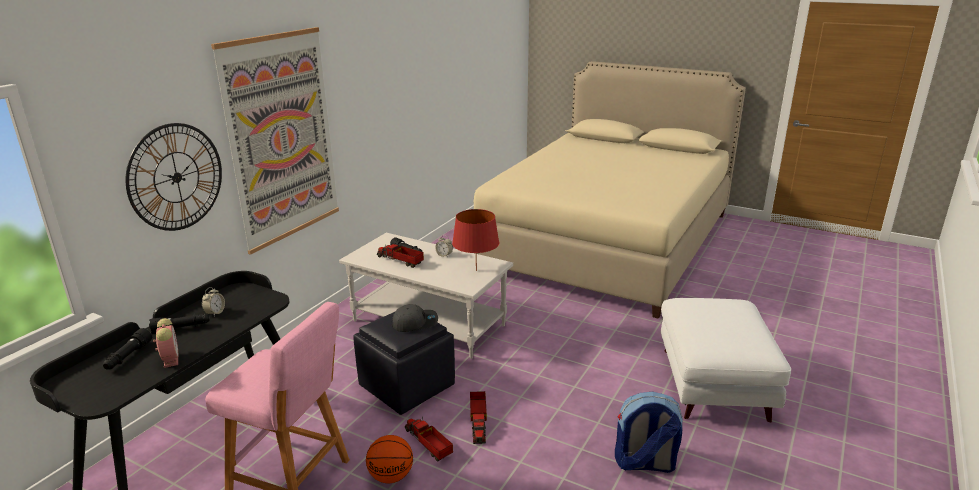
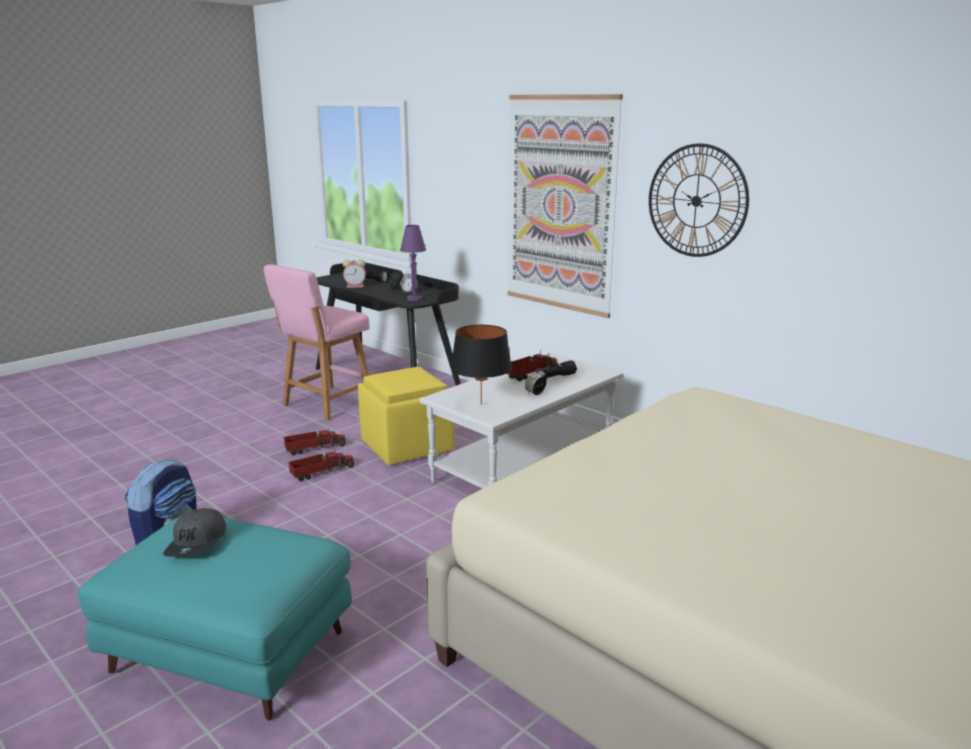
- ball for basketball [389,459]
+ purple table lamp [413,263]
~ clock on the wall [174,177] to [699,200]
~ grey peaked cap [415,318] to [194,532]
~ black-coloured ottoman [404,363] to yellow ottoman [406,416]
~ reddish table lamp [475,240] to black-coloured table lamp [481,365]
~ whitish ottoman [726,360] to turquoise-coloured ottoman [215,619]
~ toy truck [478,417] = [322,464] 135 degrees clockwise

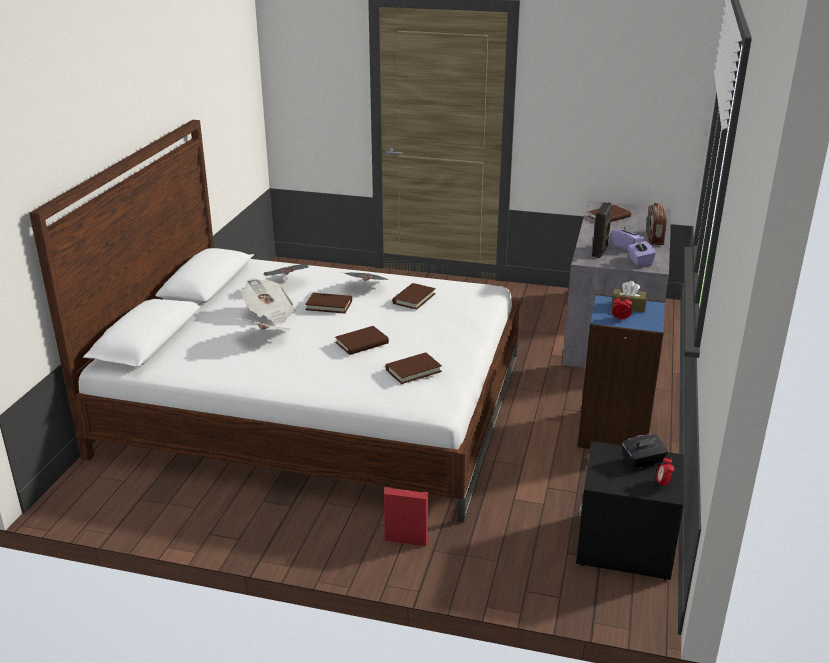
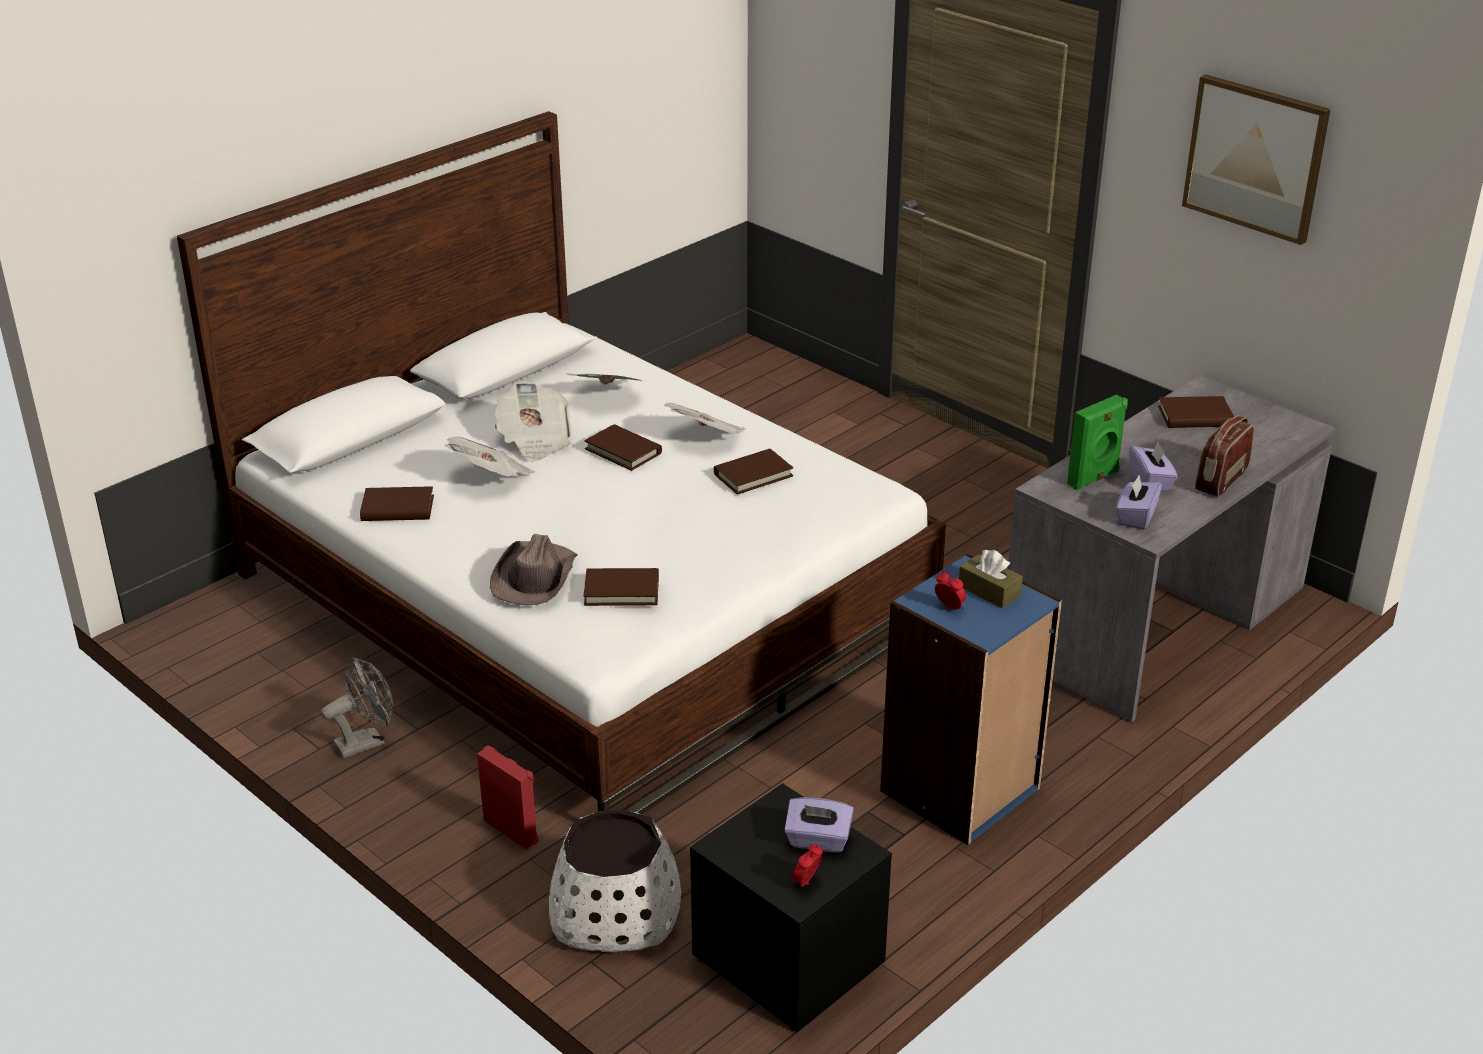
+ grey cooling fan [357,707]
+ brown-coloured wearable hat [533,570]
+ whitish planter [615,881]
+ wall art [1256,159]
~ brown-coloured bound book [362,340] to [397,503]
~ black-coloured speaker [602,230] to green speaker [1097,442]
~ black-coloured box of tissues [645,451] to purple box of tissues [819,825]

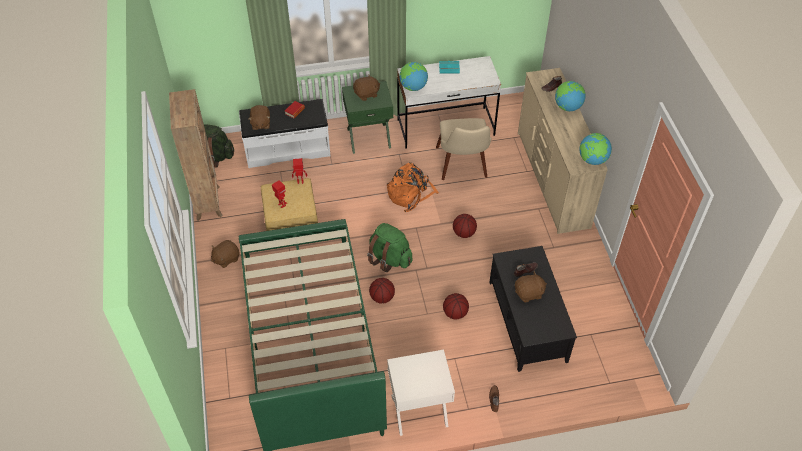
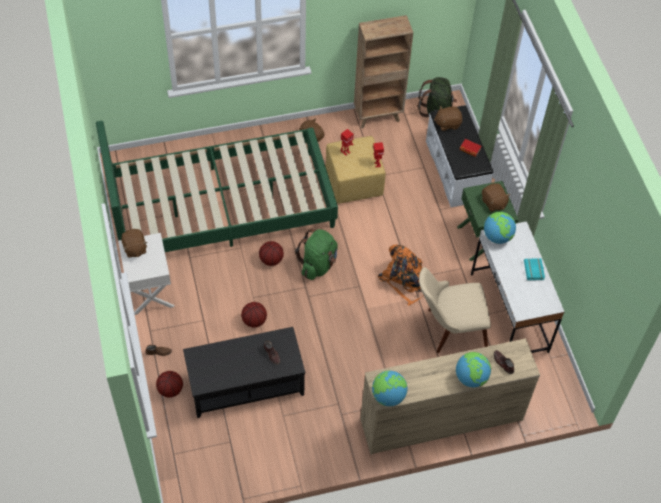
~ ball for basketball [465,226] to [169,384]
~ brown-coloured plush toy [531,286] to [134,243]

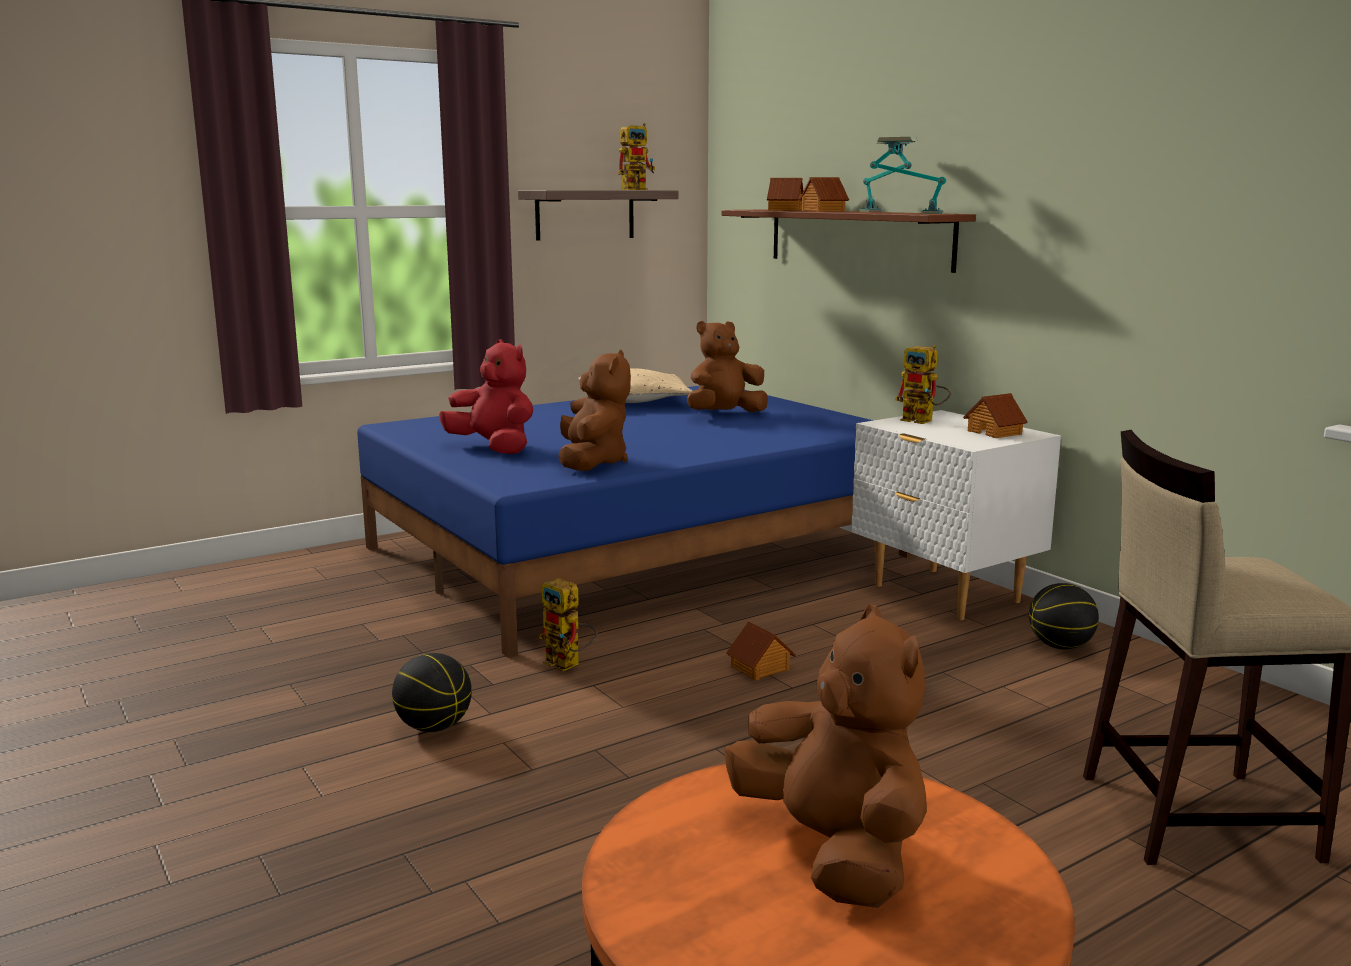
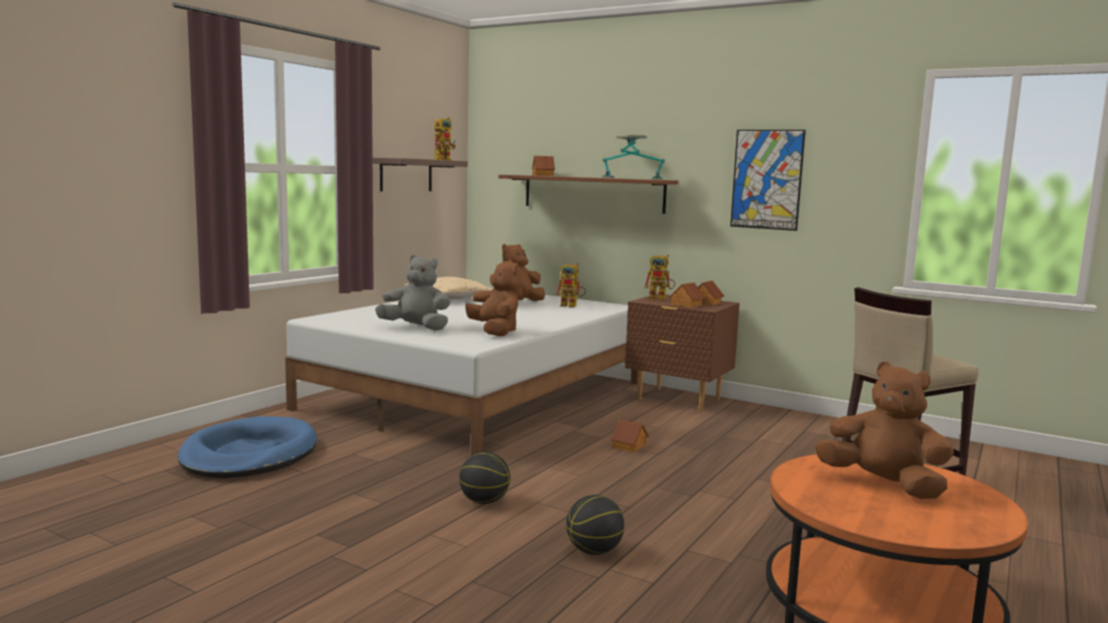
+ blue-coloured dog cushion [247,447]
+ wall art [768,180]
~ toy robot [568,624] to [571,285]
~ model house [824,194] to [687,295]
~ ball for basketball [1064,616] to [595,525]
~ blue-coloured bedroom bed [635,522] to whitish bedroom bed [461,375]
~ reddish plush toy [486,396] to grey plush toy [412,292]
~ whitish nightstand [956,515] to brown-coloured nightstand [682,353]

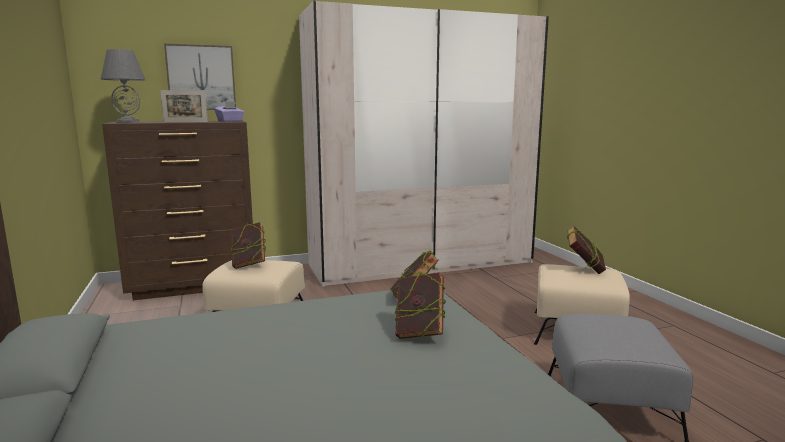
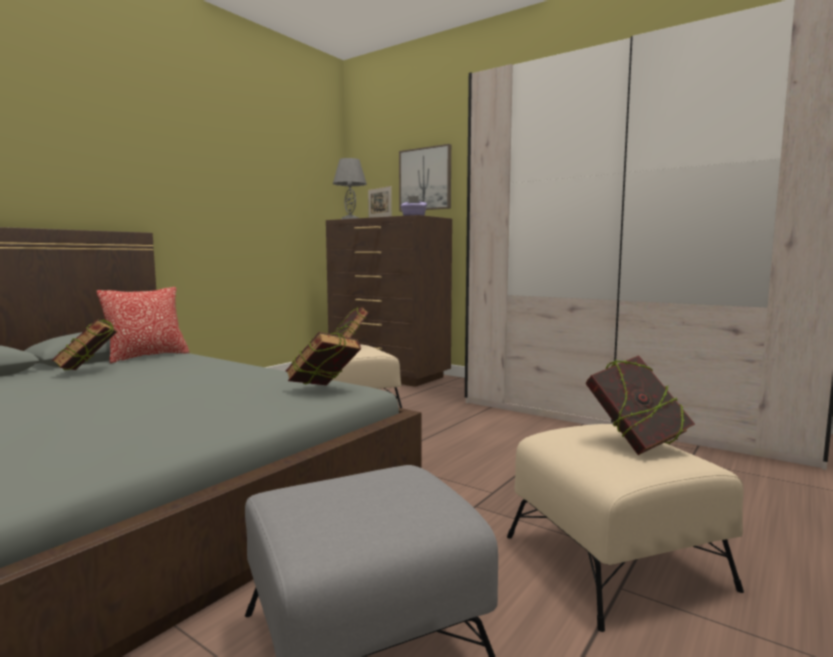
+ throw pillow [143,325]
~ bound book [420,305] to [84,344]

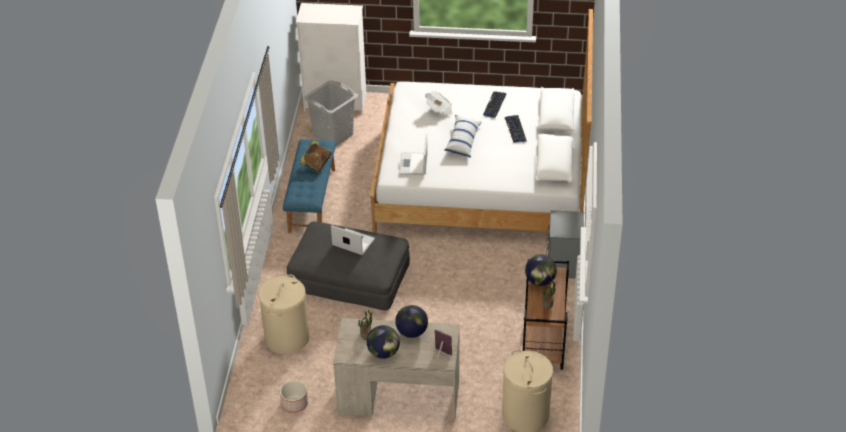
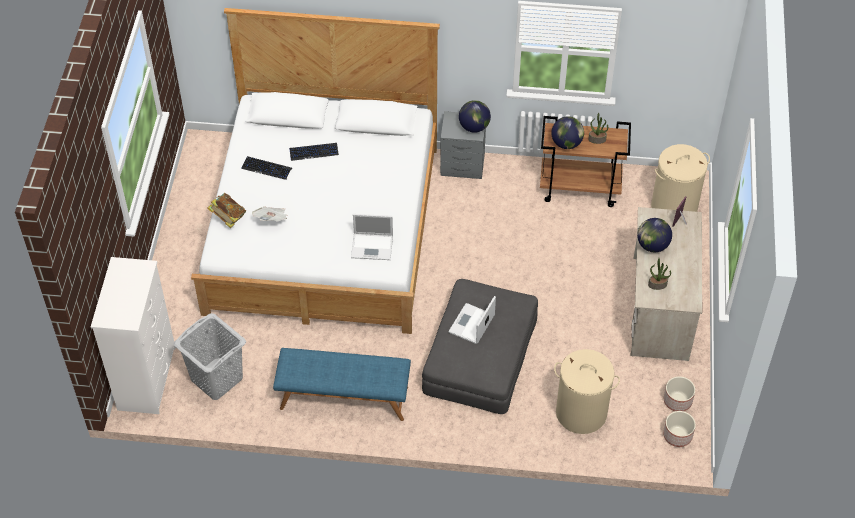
- throw pillow [463,136]
+ planter [679,429]
~ bound book [316,156] to [226,210]
~ world globe [383,342] to [475,116]

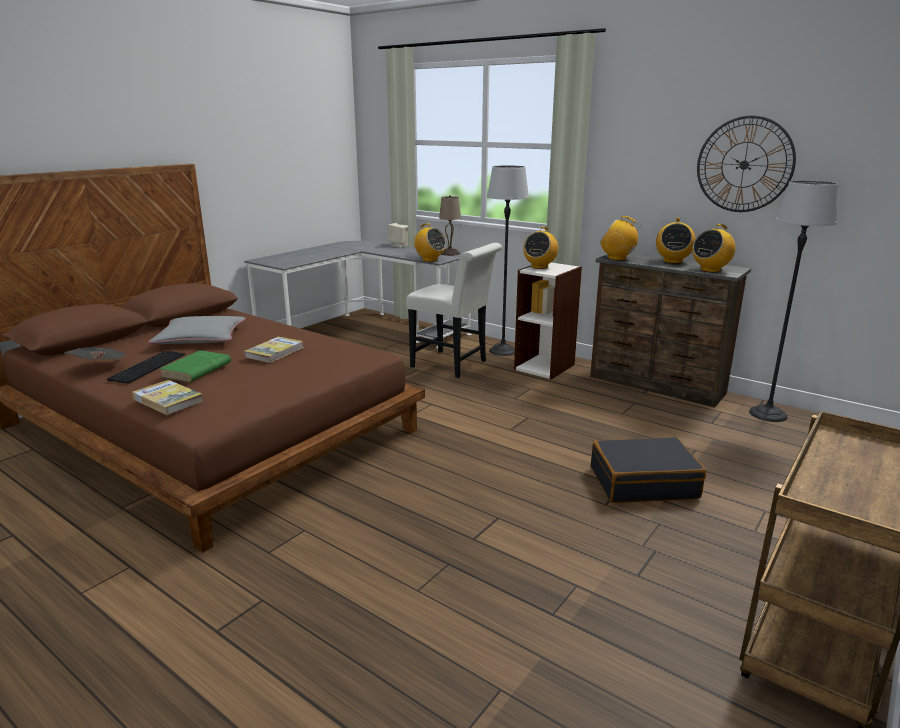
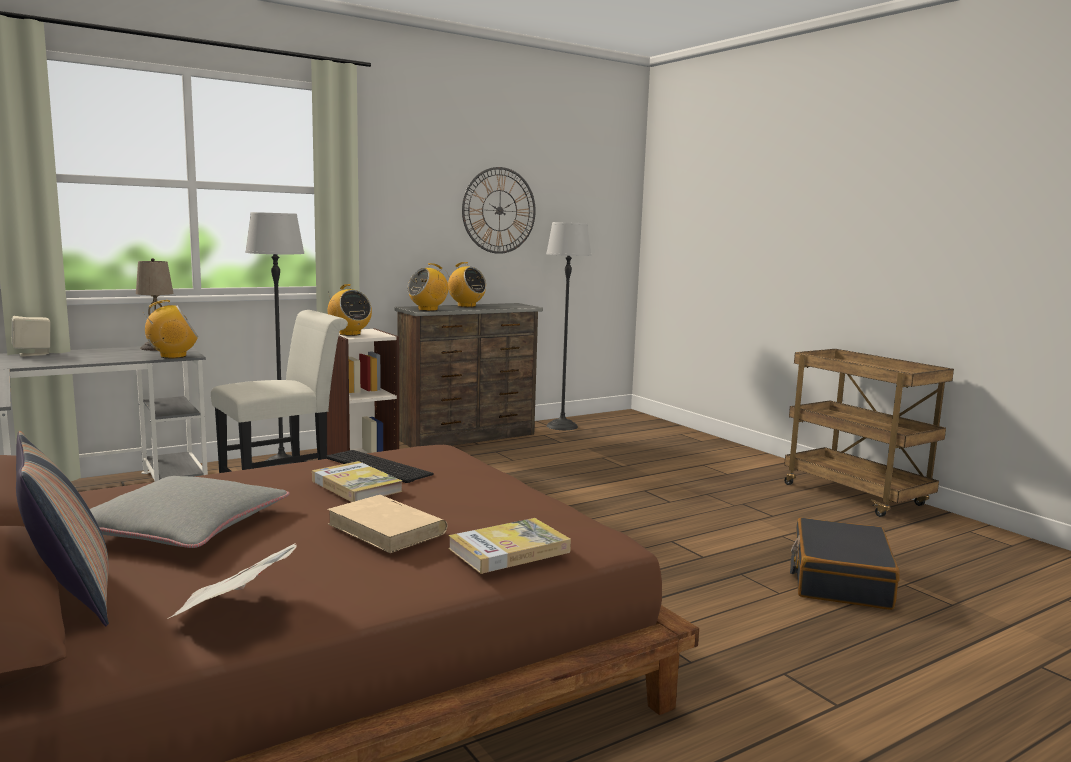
- radio receiver [714,248]
+ throw pillow [62,528]
~ PC keyboard [146,367] to [379,466]
~ black-coloured suitcase [648,470] to [845,564]
~ green bound book [195,366] to beige-coloured bound book [387,524]

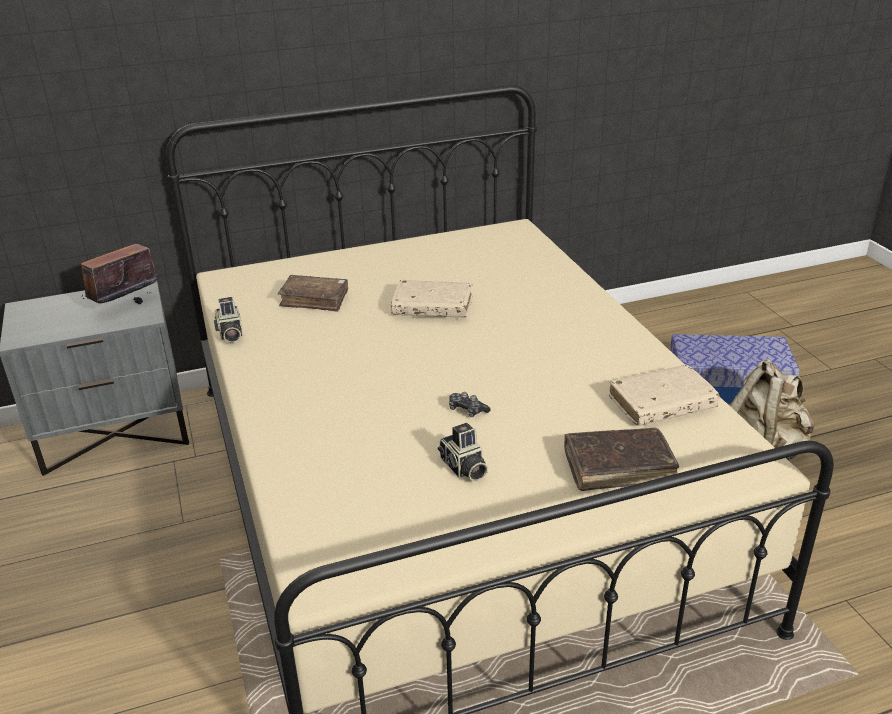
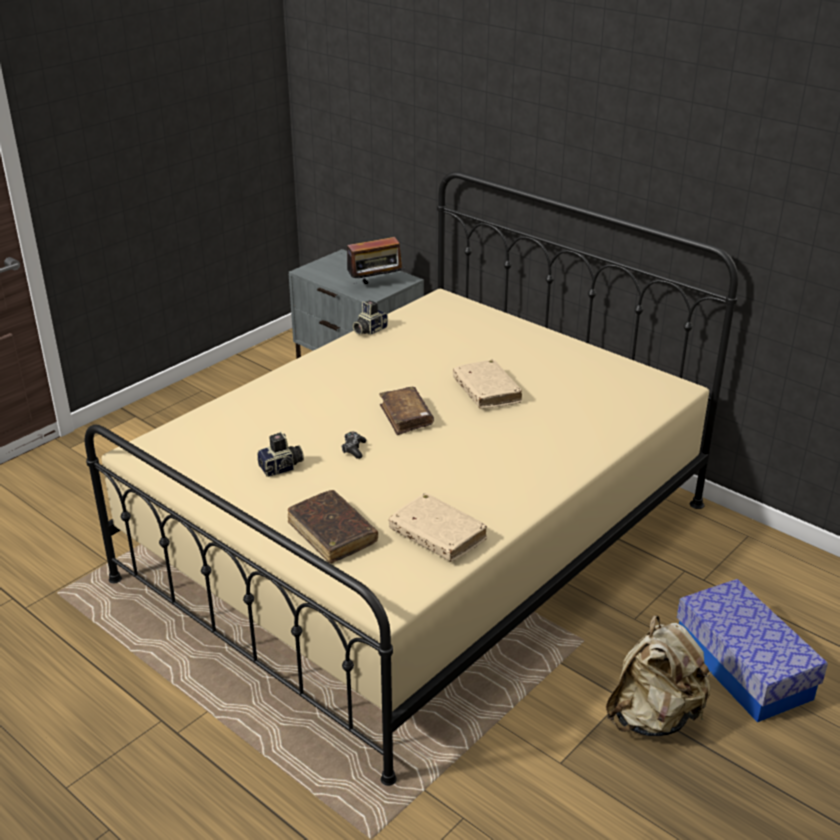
~ brown-coloured bound book [313,293] to [406,411]
~ radio receiver [120,268] = [376,257] 150 degrees clockwise
~ photo camera [463,452] = [280,454] 150 degrees counterclockwise

